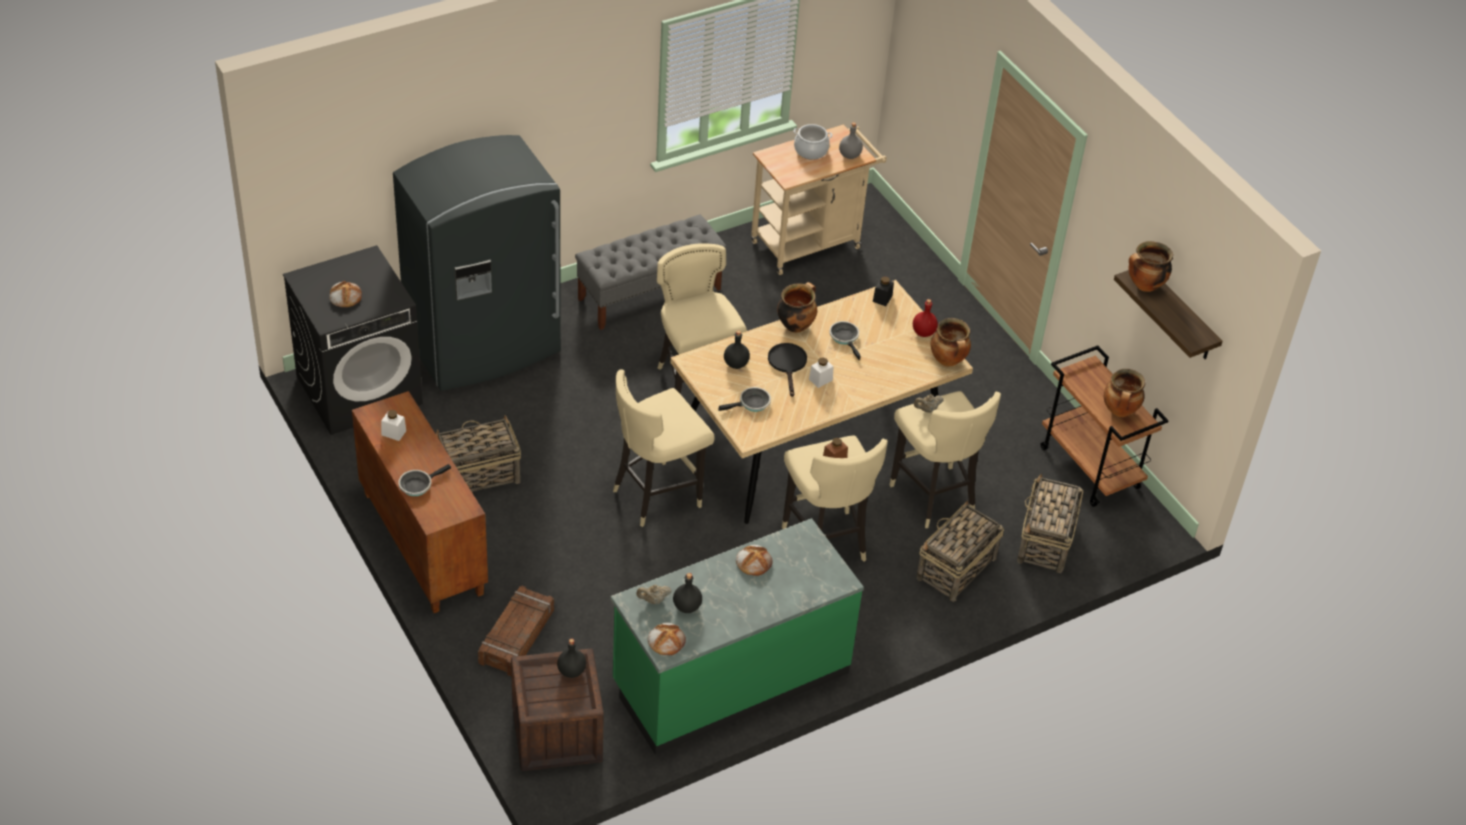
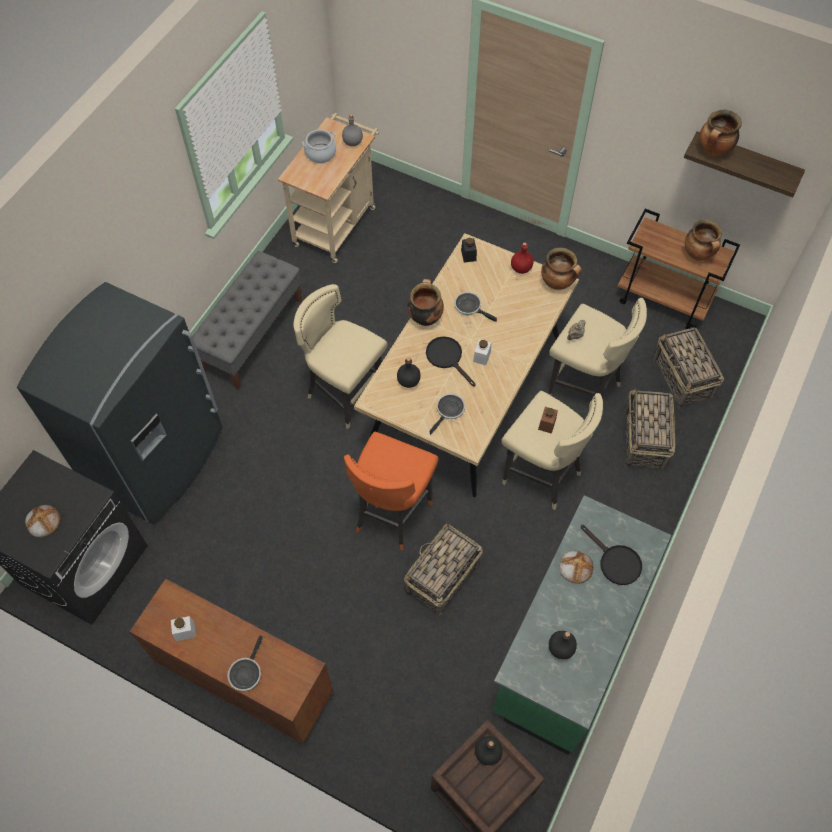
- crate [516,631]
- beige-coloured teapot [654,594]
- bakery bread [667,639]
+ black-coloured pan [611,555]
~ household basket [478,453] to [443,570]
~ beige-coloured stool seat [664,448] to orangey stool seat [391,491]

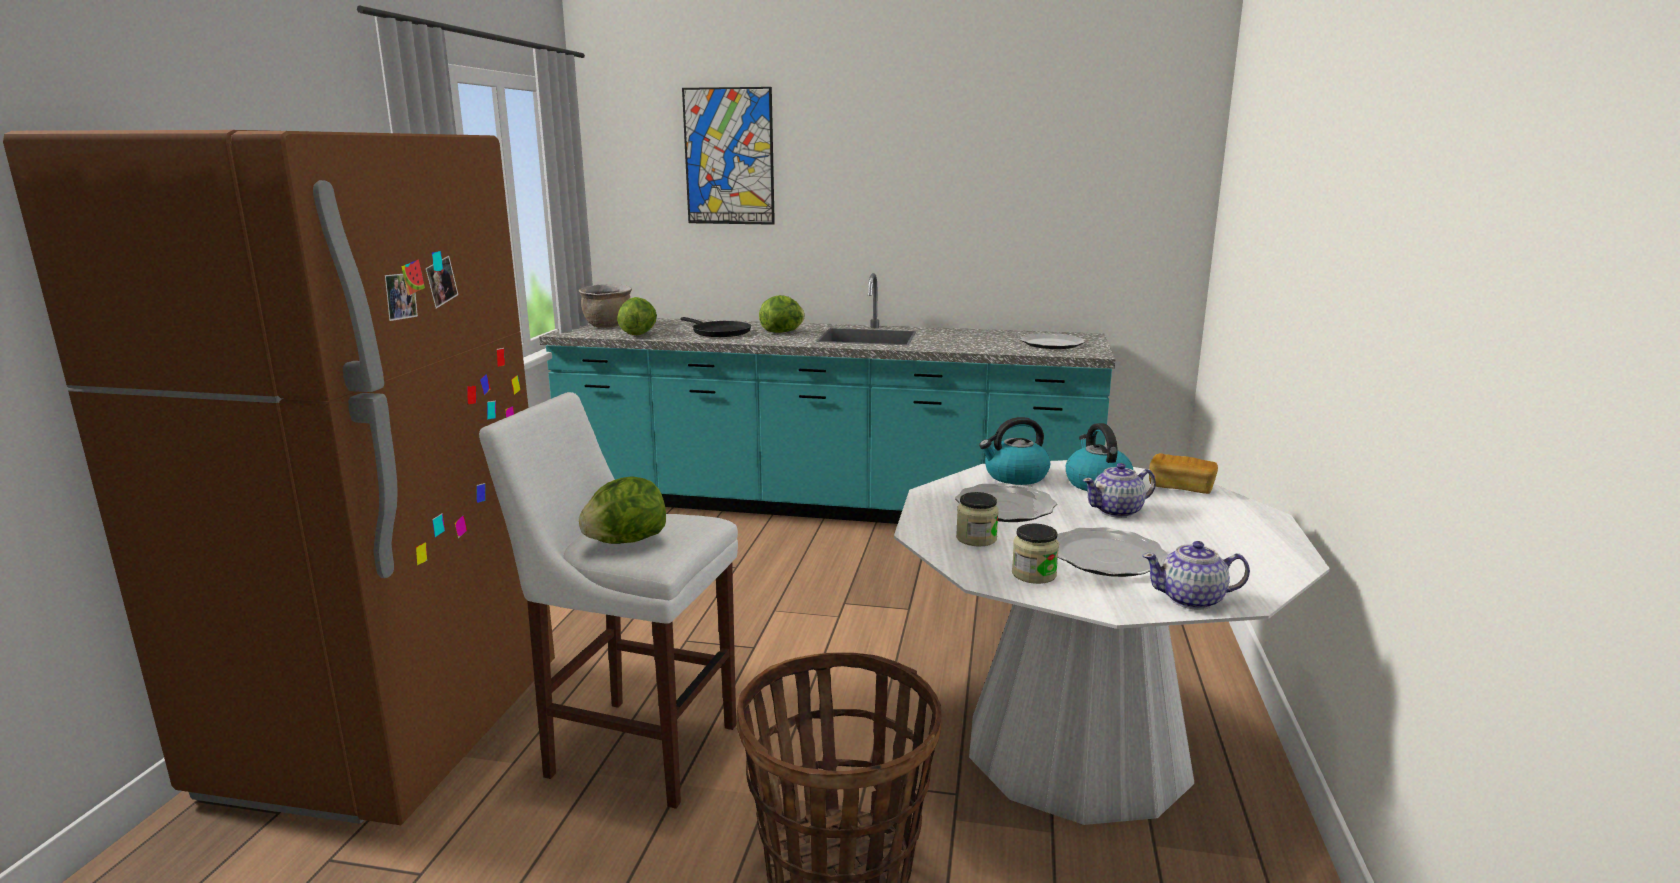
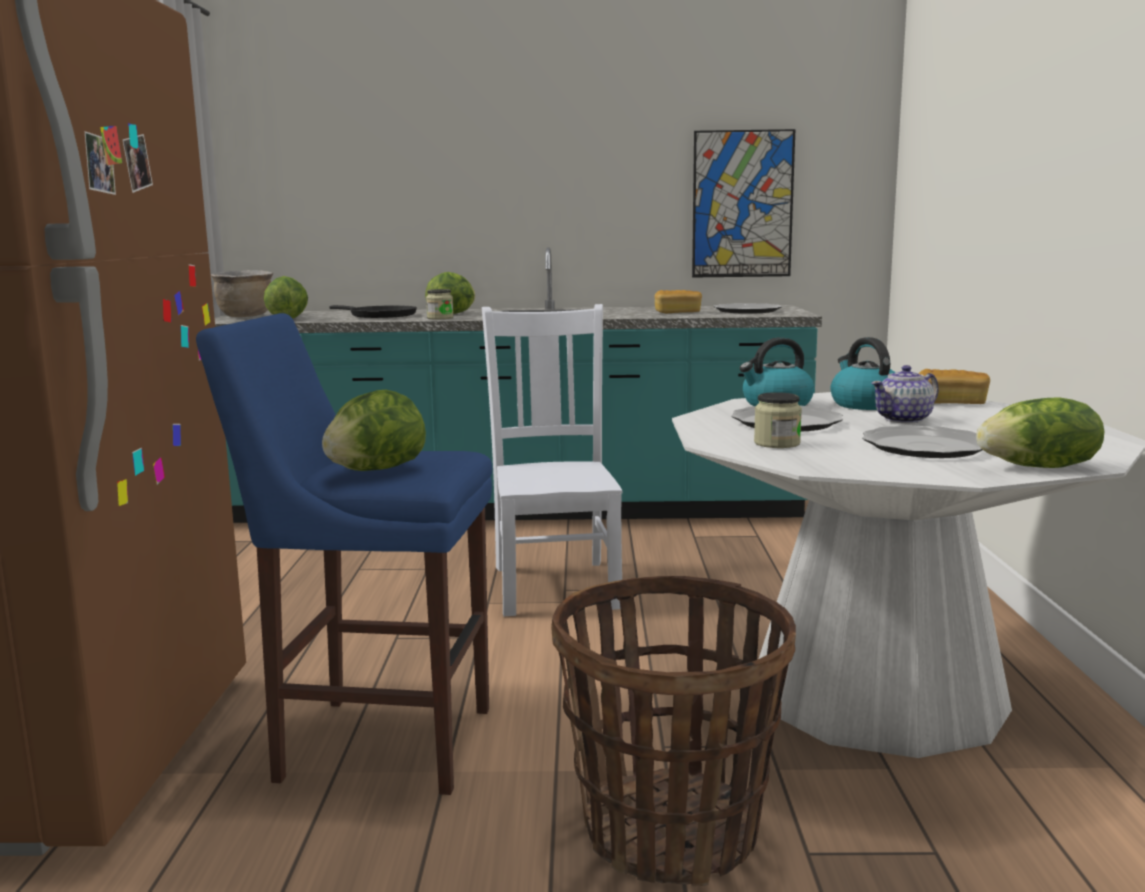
+ whitish chair [552,460]
+ bakery bread [678,301]
~ wall art [728,156] to [743,203]
~ preserve jar [1035,554] to [439,304]
~ teapot [1196,575] to head of lettuce [1040,433]
~ whitish stool seat [608,600] to blue-coloured stool seat [344,554]

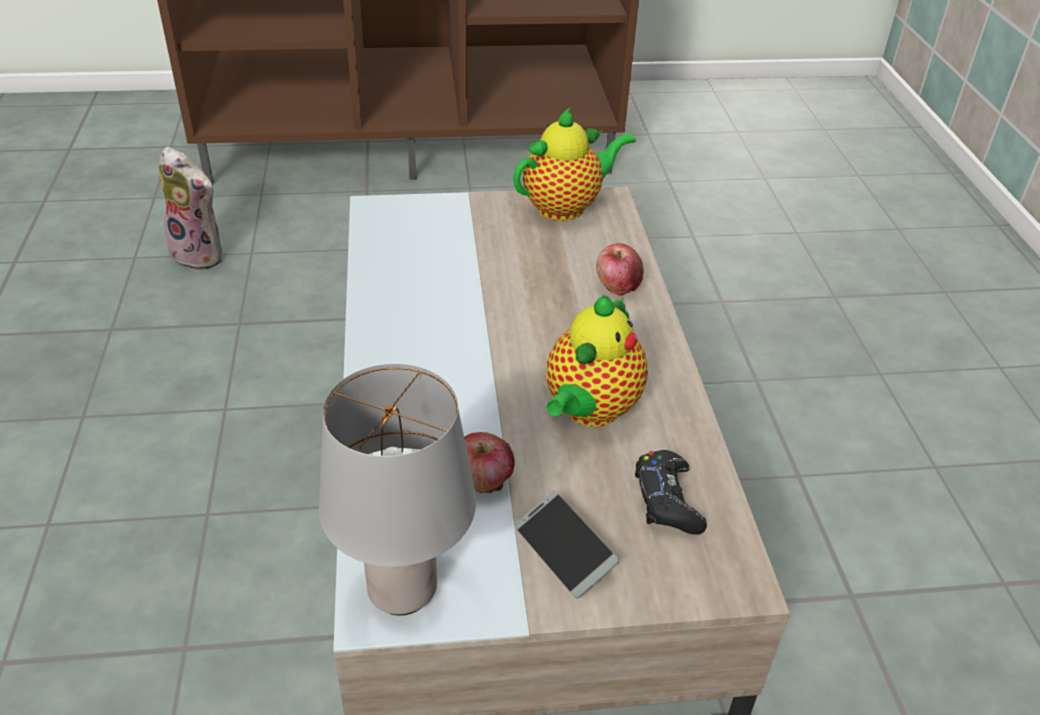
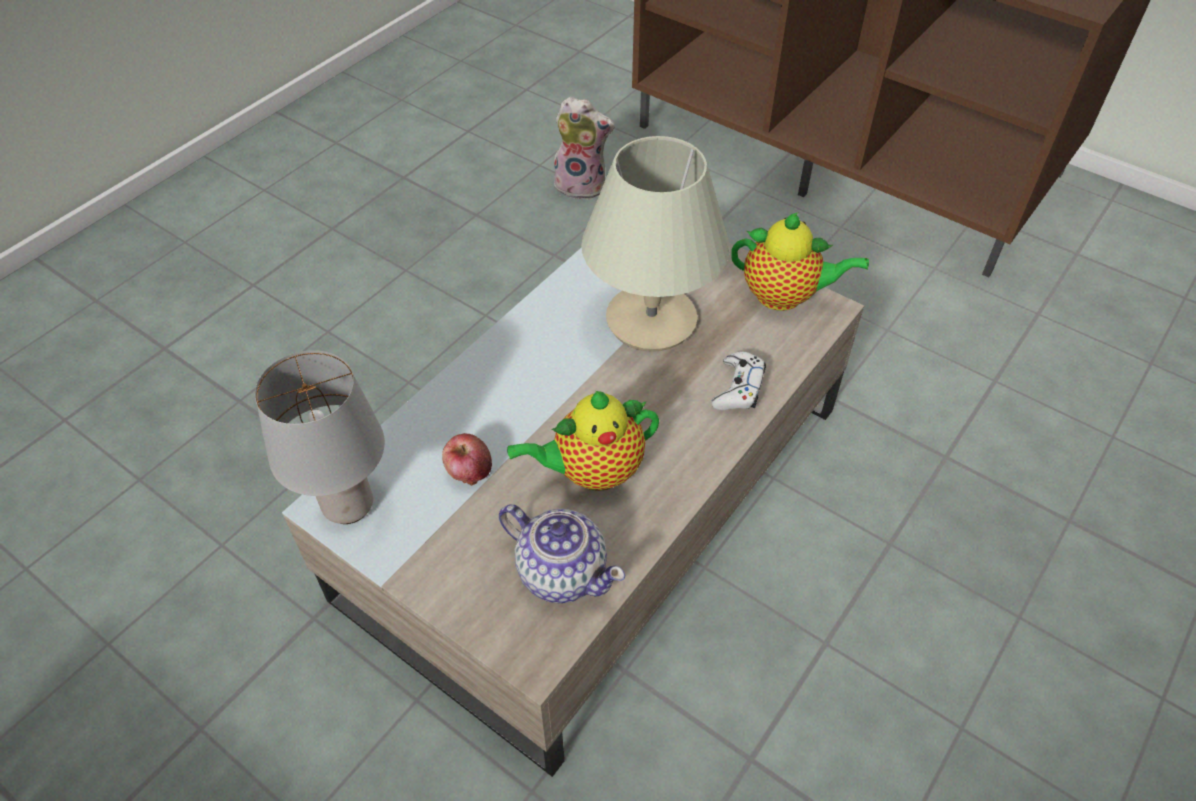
- phone [567,545]
+ beige-coloured table lamp [655,244]
~ apple [620,269] to whitish game controller [738,380]
~ black-coloured game controller [671,492] to teapot [562,554]
~ plush toy [190,209] = [584,148] 60 degrees counterclockwise

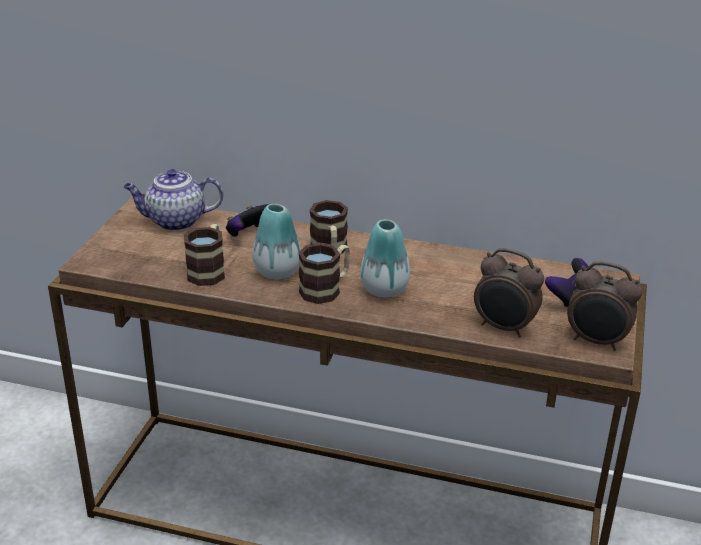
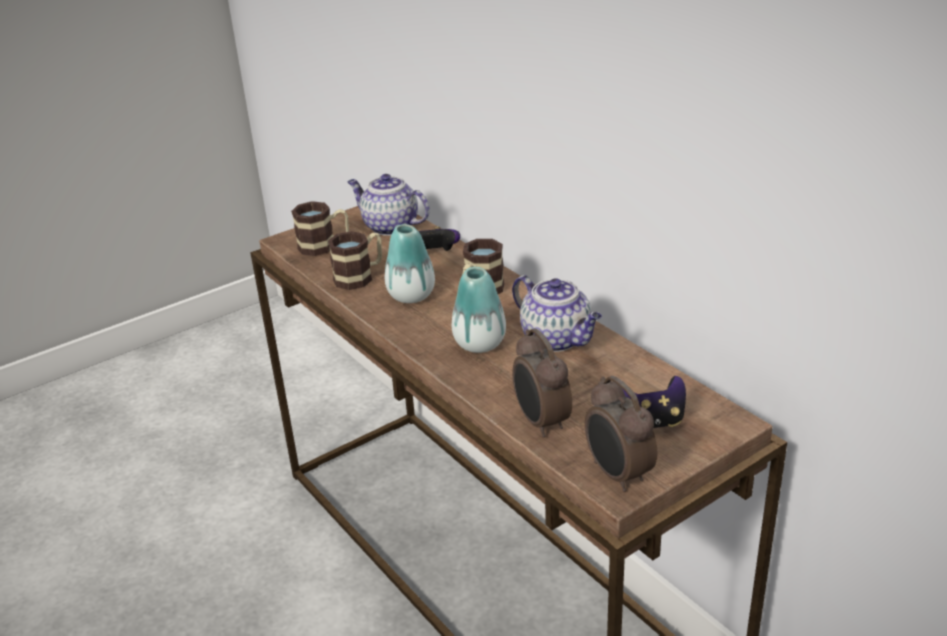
+ teapot [557,313]
~ tea mug [324,273] to [320,228]

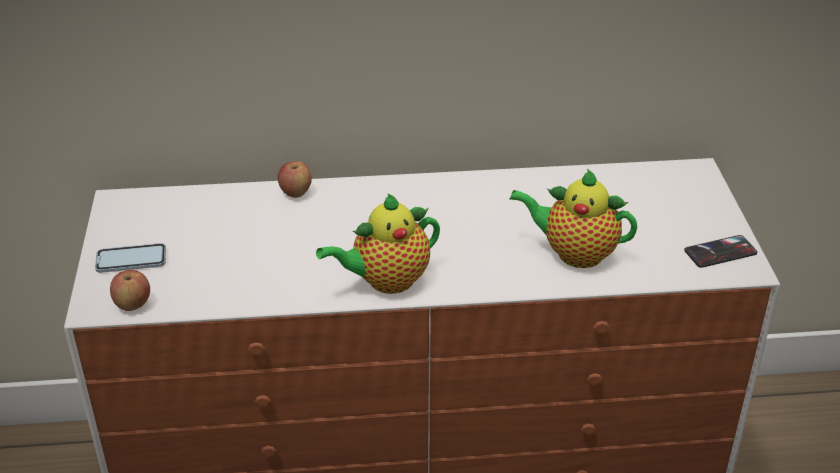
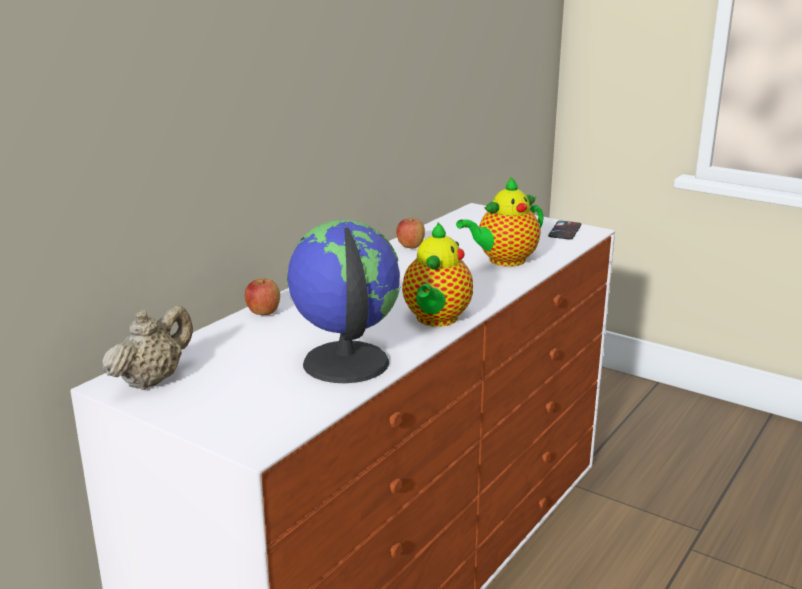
- phone [130,258]
+ beige-coloured teapot [147,347]
+ world globe [343,301]
~ apple [130,290] to [410,233]

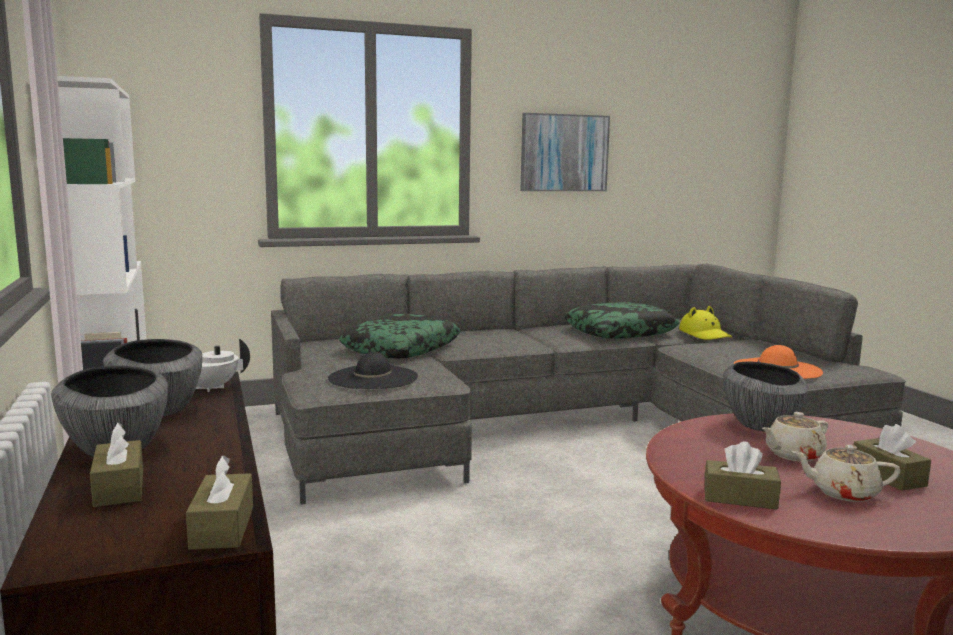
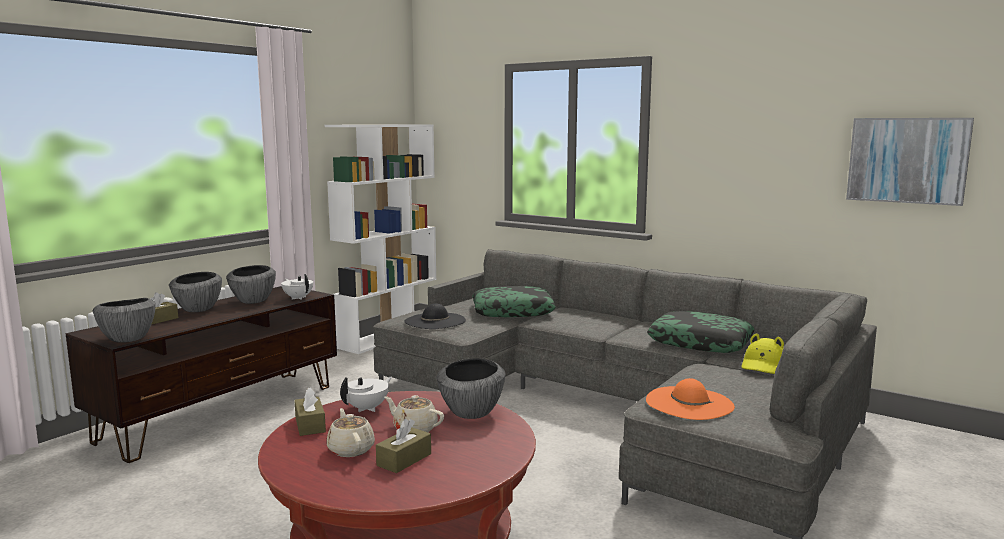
+ whitish teapot [366,394]
~ wall art [565,152] to [910,162]
~ brown-coloured box of tissues [219,502] to bowl [124,320]

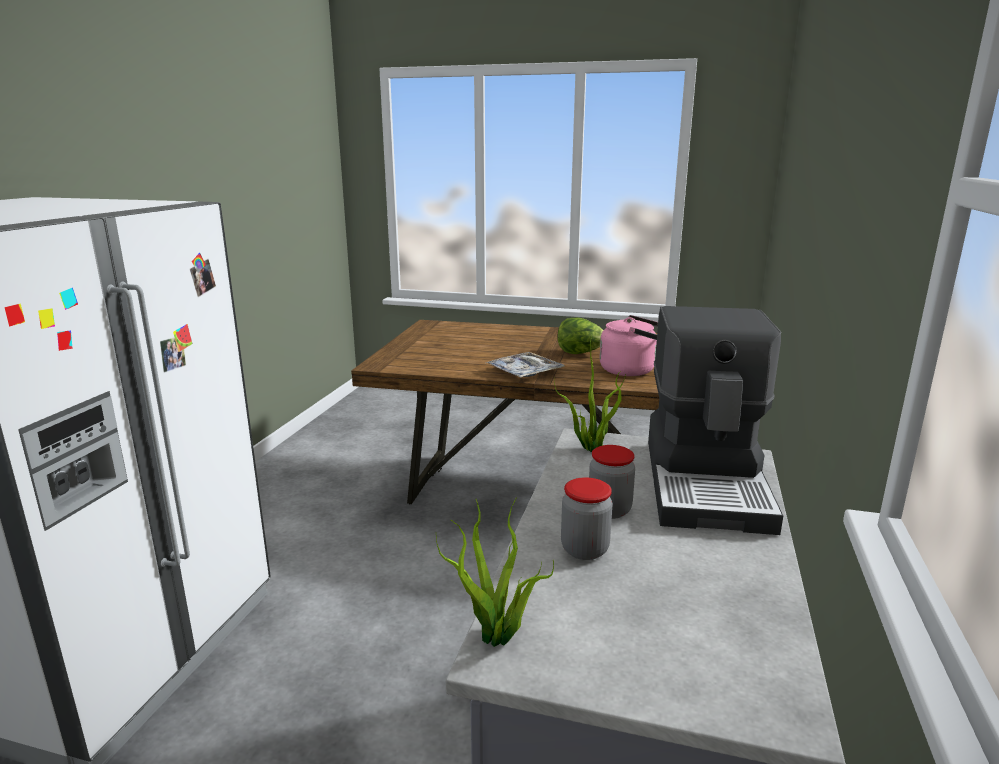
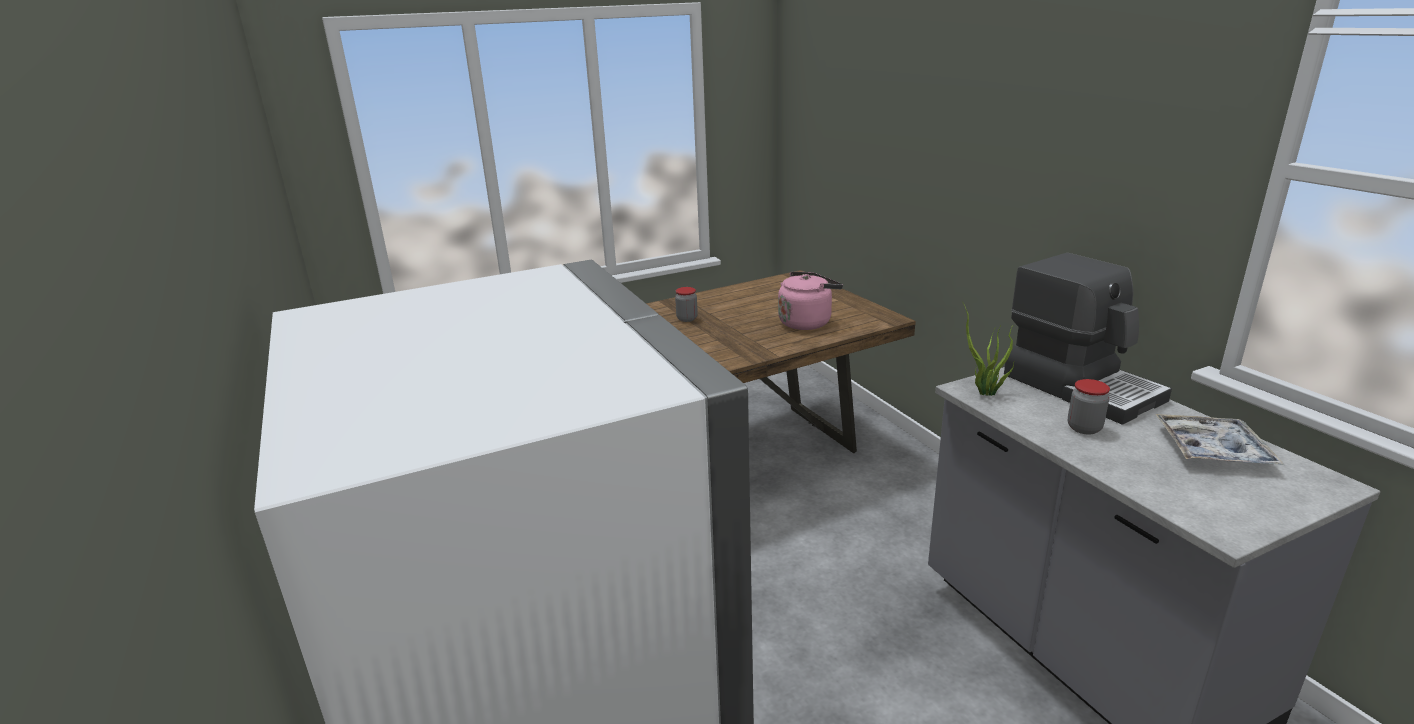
- potted plant [495,572]
- head of lettuce [580,336]
~ serving tray [525,365] to [1219,439]
~ preserve jar [586,518] to [686,304]

